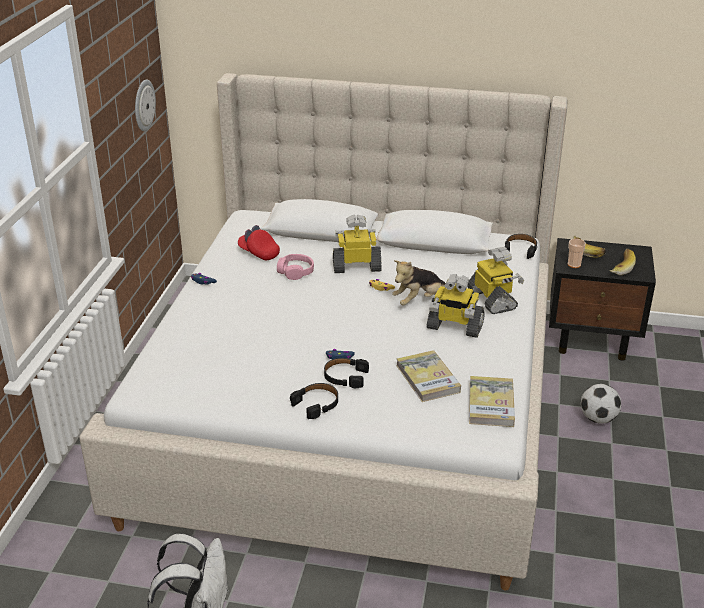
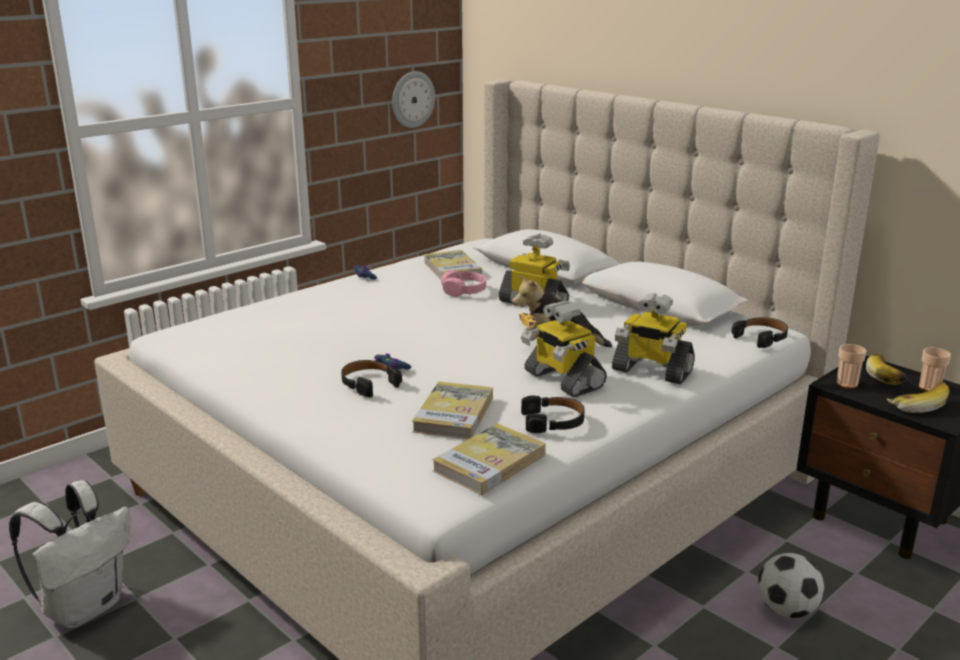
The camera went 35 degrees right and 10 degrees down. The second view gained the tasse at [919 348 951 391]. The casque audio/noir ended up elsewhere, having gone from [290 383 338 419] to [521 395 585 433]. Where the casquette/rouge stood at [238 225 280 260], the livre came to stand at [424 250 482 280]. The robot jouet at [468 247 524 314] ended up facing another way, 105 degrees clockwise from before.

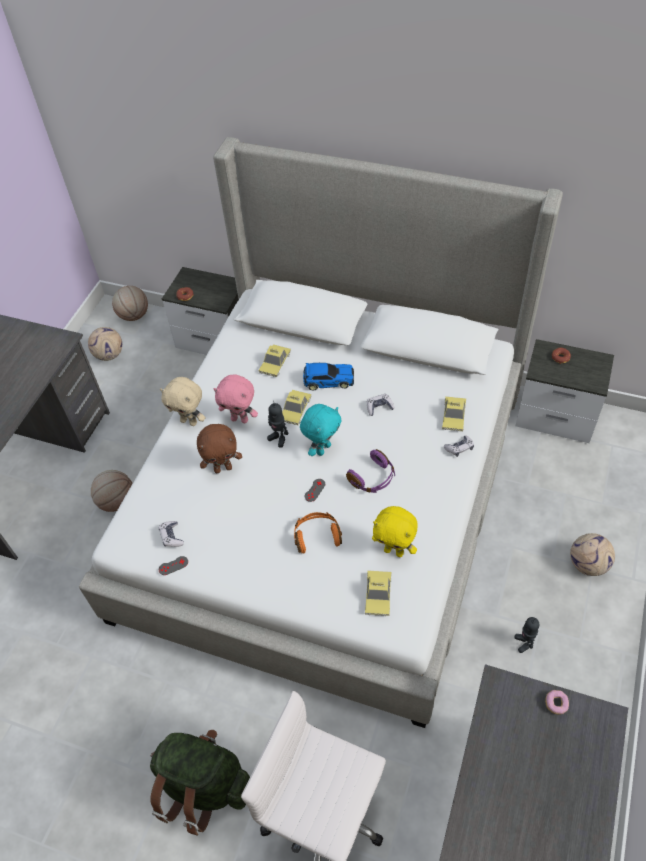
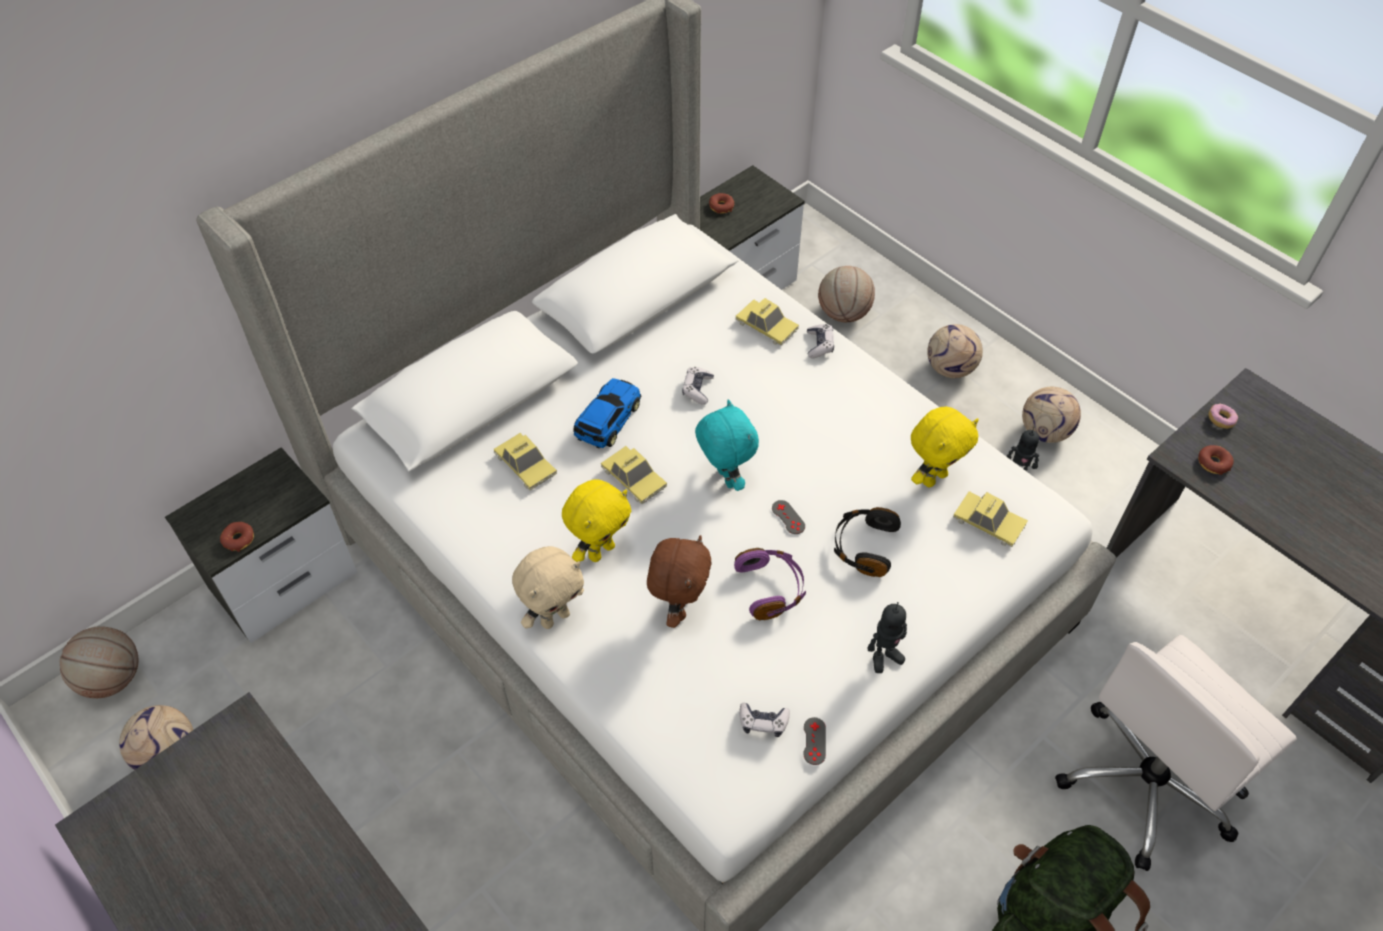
The camera went 65 degrees left and 0 degrees up. The second view gained the ballon de foot at [1022 387 1081 443]. The second view gained the beignet at [1198 445 1234 475]. The ballon de basket ended up elsewhere, having gone from [91 470 133 512] to [818 266 875 322]. The robot jouet ended up elsewhere, having gone from [267 401 288 448] to [868 602 907 673]. The casque audio/violet ended up elsewhere, having gone from [346 449 395 493] to [734 548 806 620]. What was the peluche/rose at [213 374 258 423] turned into the peluche/jaune at [562 479 631 562]. What was the casque audio/orange at [294 512 342 554] turned into the casque audio/noir at [834 507 901 577].

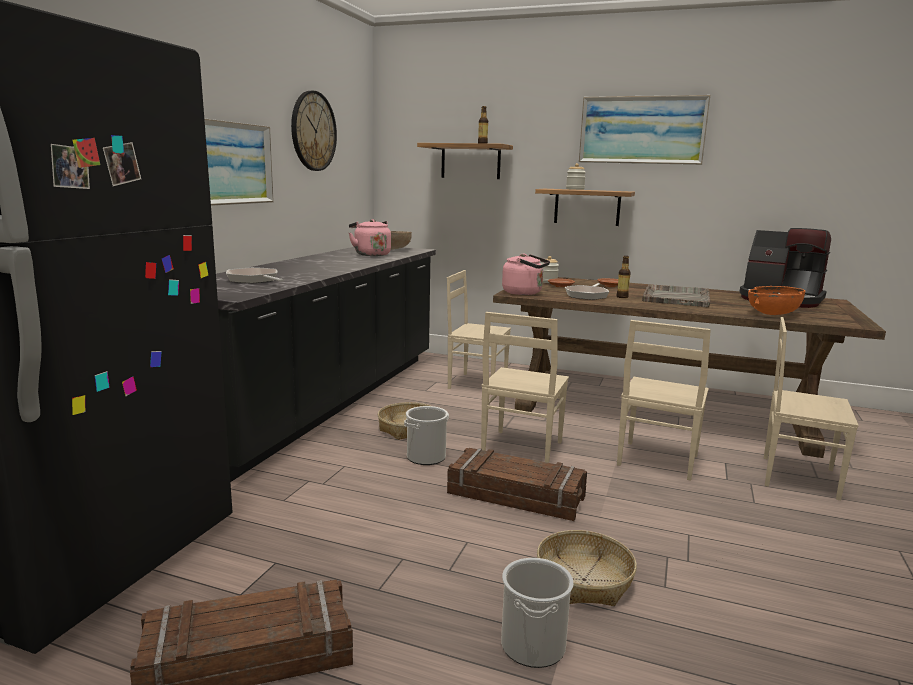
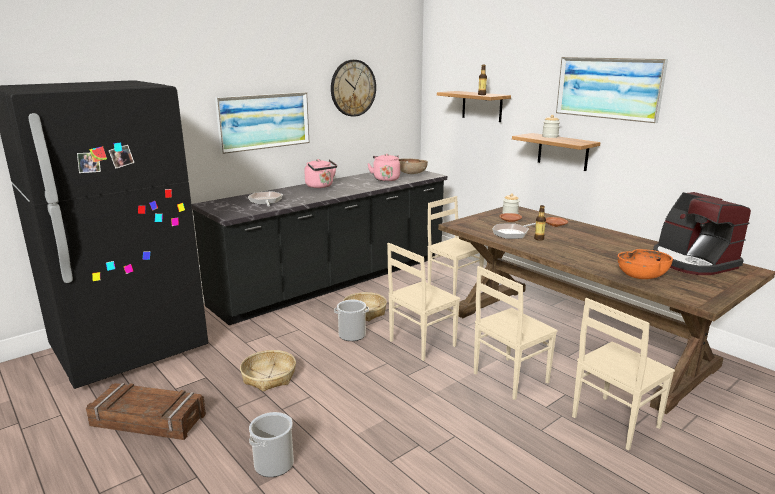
The camera went 30 degrees right and 5 degrees up. The second view lost the caisse at [447 448 587 521]. The second view lost the plateau/gris at [642 284 710 307]. The bouilloire/rose ended up elsewhere, having gone from [502 254 550 295] to [304 159 337 188]. The panier ended up elsewhere, having gone from [537 530 637 606] to [240 350 296 391]. The chaise/beige at [764 317 859 501] ended up facing another way, 90 degrees counterclockwise from before.

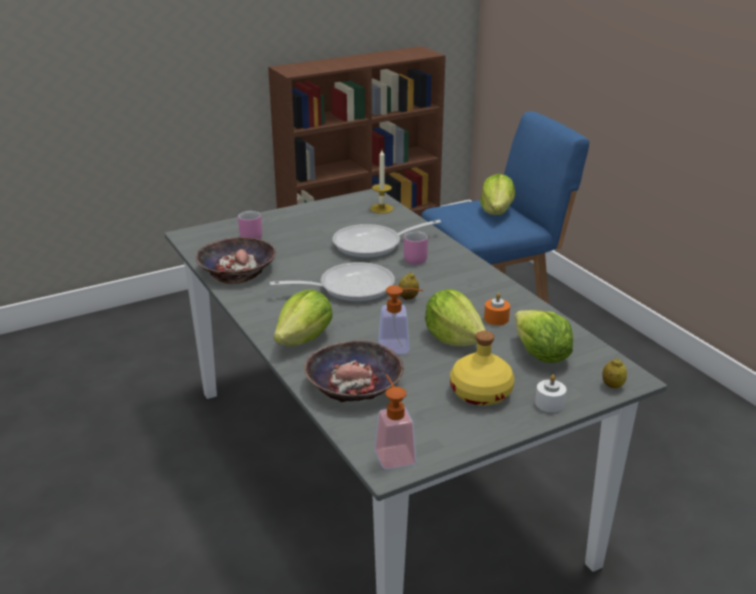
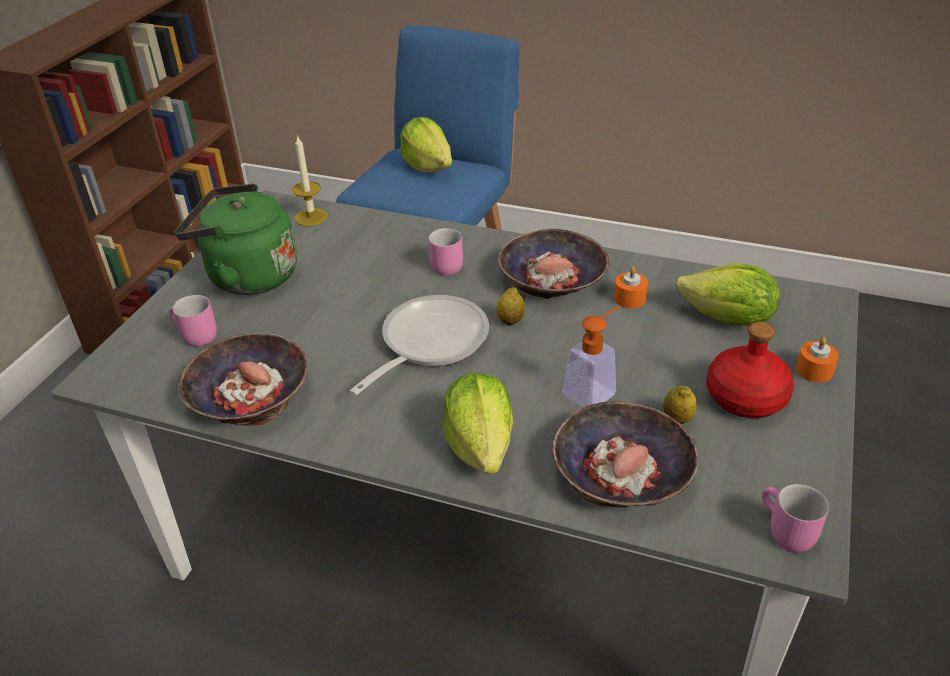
The camera went 40 degrees left and 10 degrees up. The second view lost the poêle at [332 220 441 258]. The second view lost the laitue at [425 289 486 346]. The second view gained the bouilloire/vert at [175 184 297 295]. The second view gained the bol at [498 228 609 299]. The citron ended up elsewhere, having gone from [602 359 627 388] to [663 386 697 424]. Where the distributeur de savon stood at [375 374 416 469], the mug/rose came to stand at [762 484 829 552]. What was the bouteille/jaune at [450 331 514 405] turned into the bouteille/rouge at [706 322 794 418]. What was the bougie/blanc at [535 375 566 412] turned into the bougie/orange at [796 337 839 383].

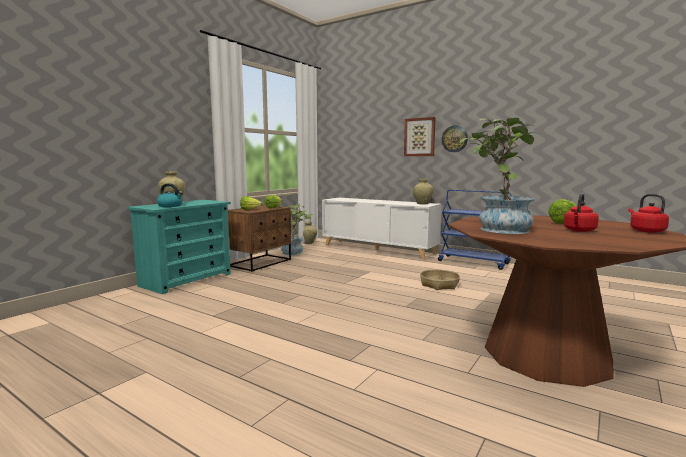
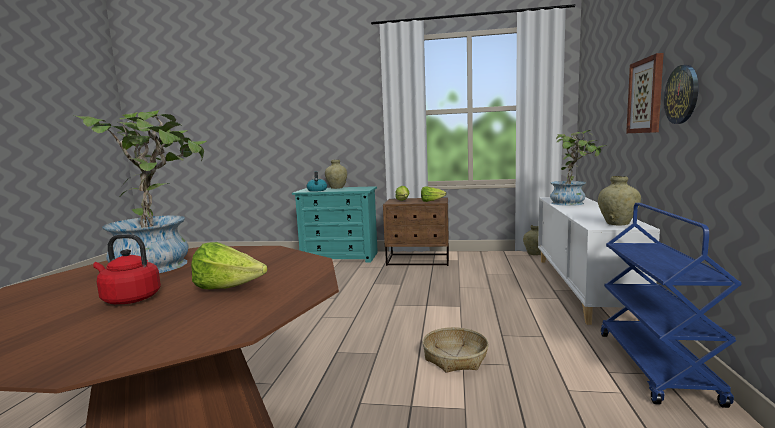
The camera went 65 degrees right and 0 degrees up. The second view lost the bouilloire/rouge at [628 194 669 233]. The plante en pot ended up elsewhere, having gone from [278 204 313 255] to [550 130 603 206].

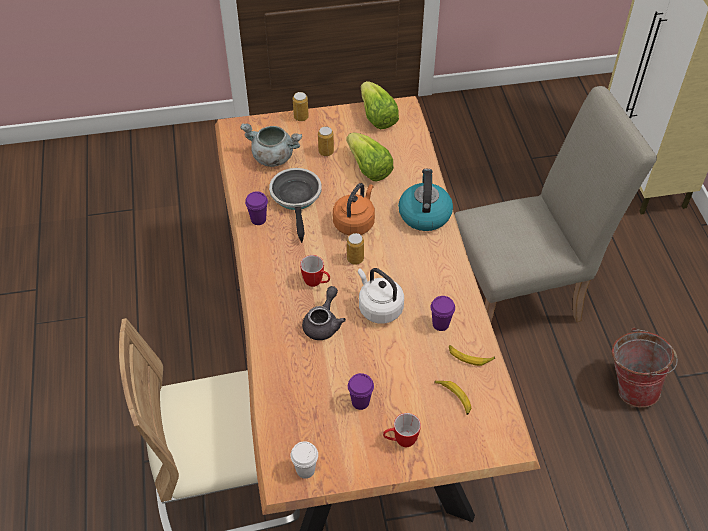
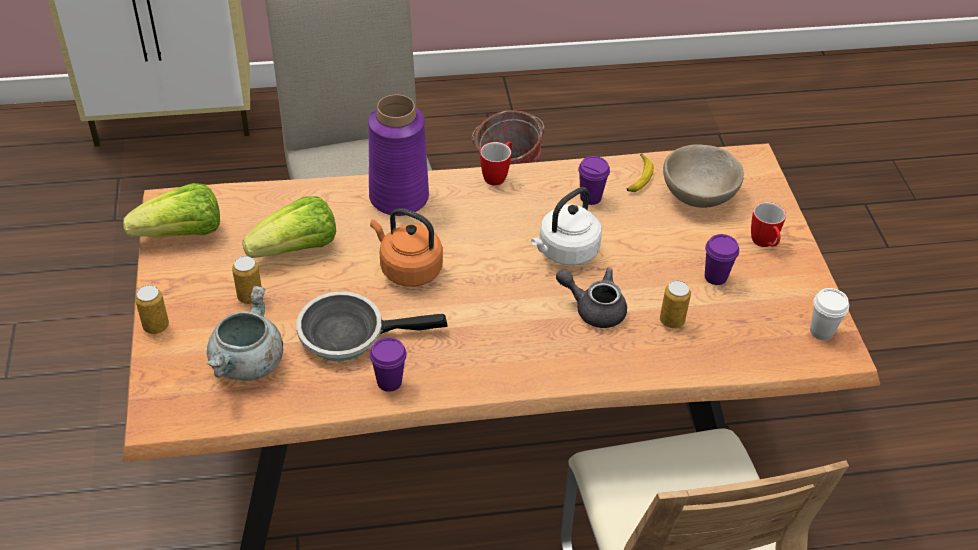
The camera went 90 degrees left and 5 degrees down. The mug ended up elsewhere, having gone from [300 255 330 287] to [480 142 512 186]. The boîte métallique ended up elsewhere, having gone from [347 233 364 265] to [660 280 691 328]. Where the bouilloire stood at [398 169 453 231], the vase/violet came to stand at [368 95 429 216]. Where the banane stood at [434 381 471 415], the bol/beige came to stand at [663 144 744 208].

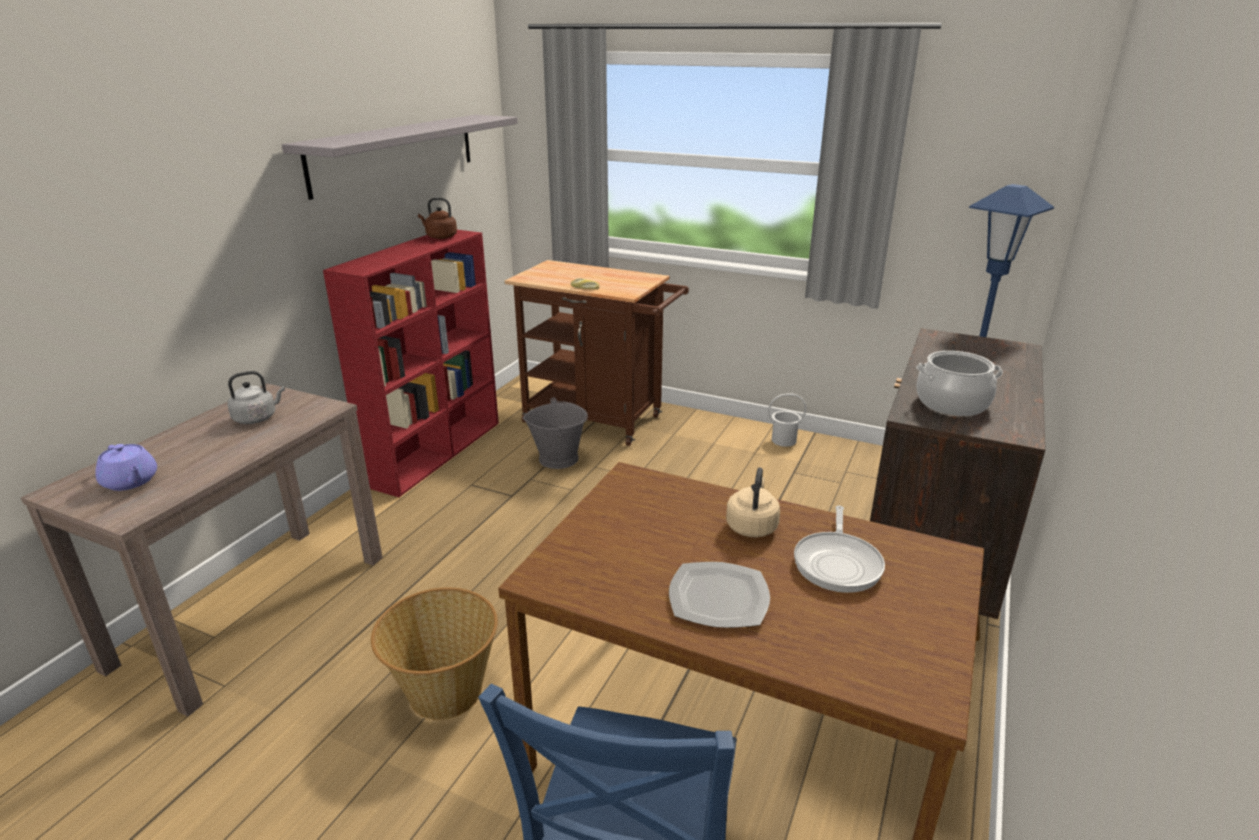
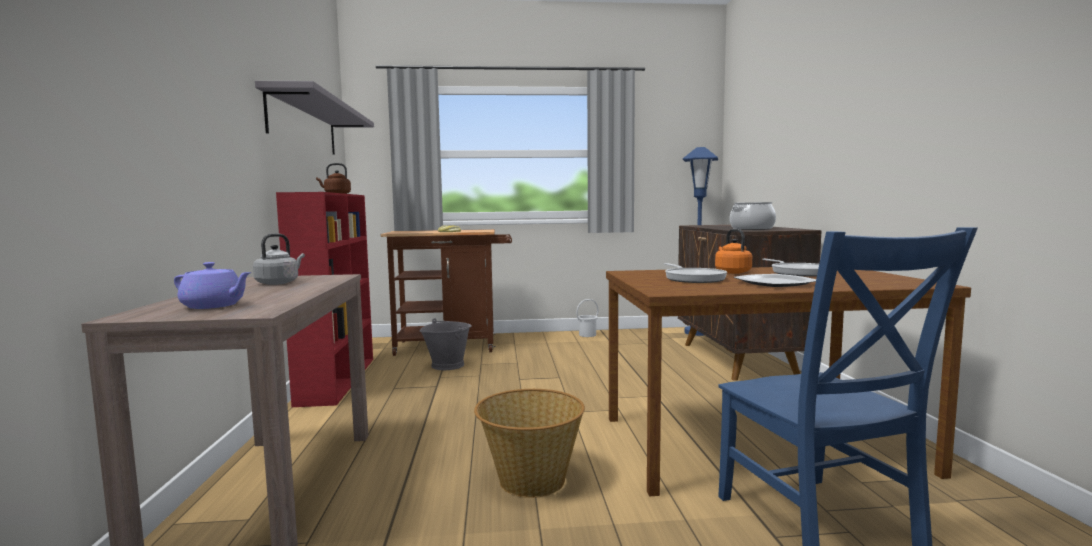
The camera went 30 degrees left and 20 degrees down. The second view gained the poêle at [664 263 727 283]. What was the bouilloire/beige at [726 468 780 537] turned into the bouilloire/orange at [715 229 752 274].

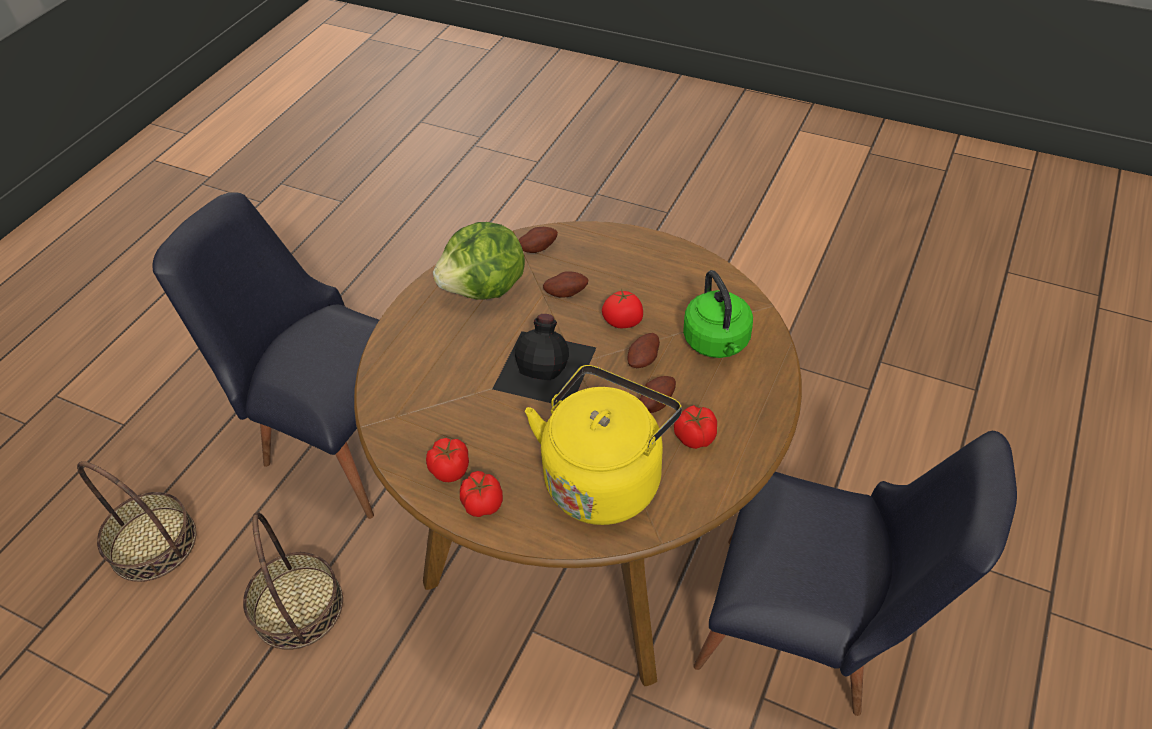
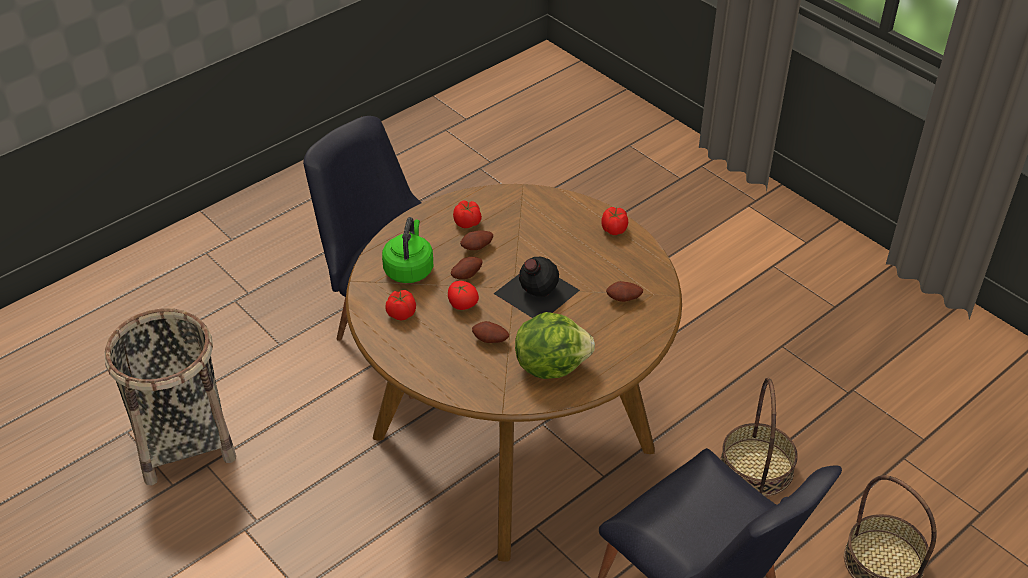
The camera went 160 degrees left and 5 degrees down. The second view lost the bouilloire/jaune at [525 365 682 525]. The second view gained the panier at [105 308 236 485]. The tomate ended up elsewhere, having gone from [426 438 469 482] to [386 290 416 320]. The pomme de terre ended up elsewhere, having gone from [519 227 558 253] to [606 281 643 302].

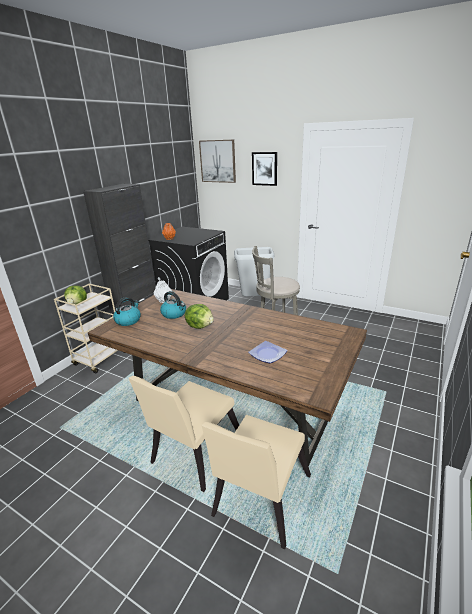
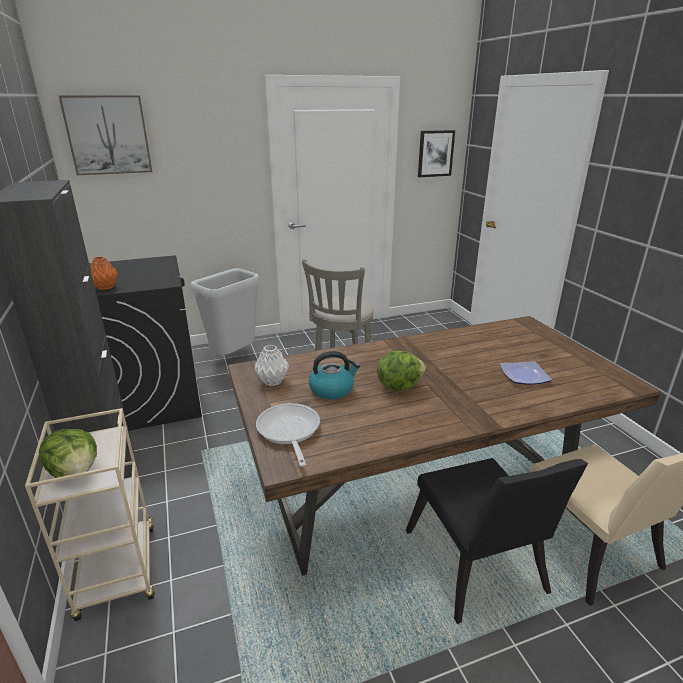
The camera went 50 degrees left and 0 degrees up. The tableau ended up elsewhere, having gone from [252 152 277 186] to [418 130 455 177]. Where the bouilloire stood at [113 297 141 326], the poêle came to stand at [256 403 320 467]. What was the chaise/beige at [128 376 239 492] turned into the chaise/noir at [406 458 588 624].

